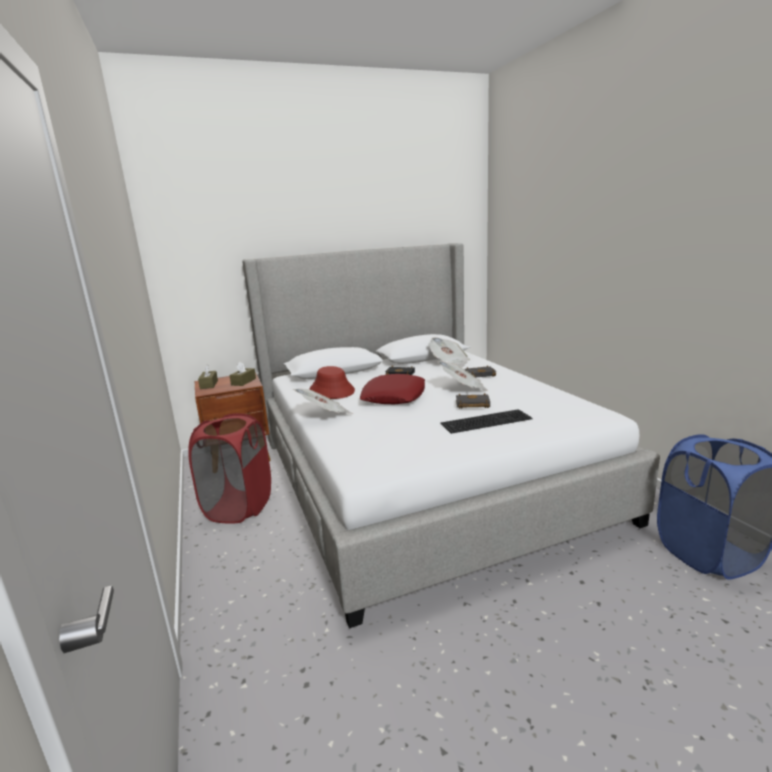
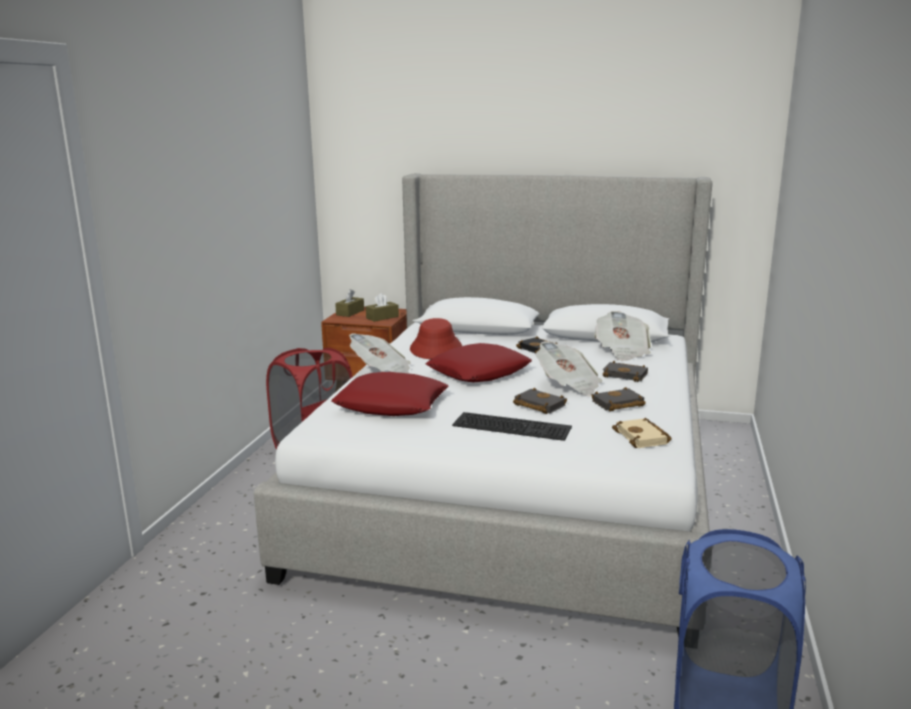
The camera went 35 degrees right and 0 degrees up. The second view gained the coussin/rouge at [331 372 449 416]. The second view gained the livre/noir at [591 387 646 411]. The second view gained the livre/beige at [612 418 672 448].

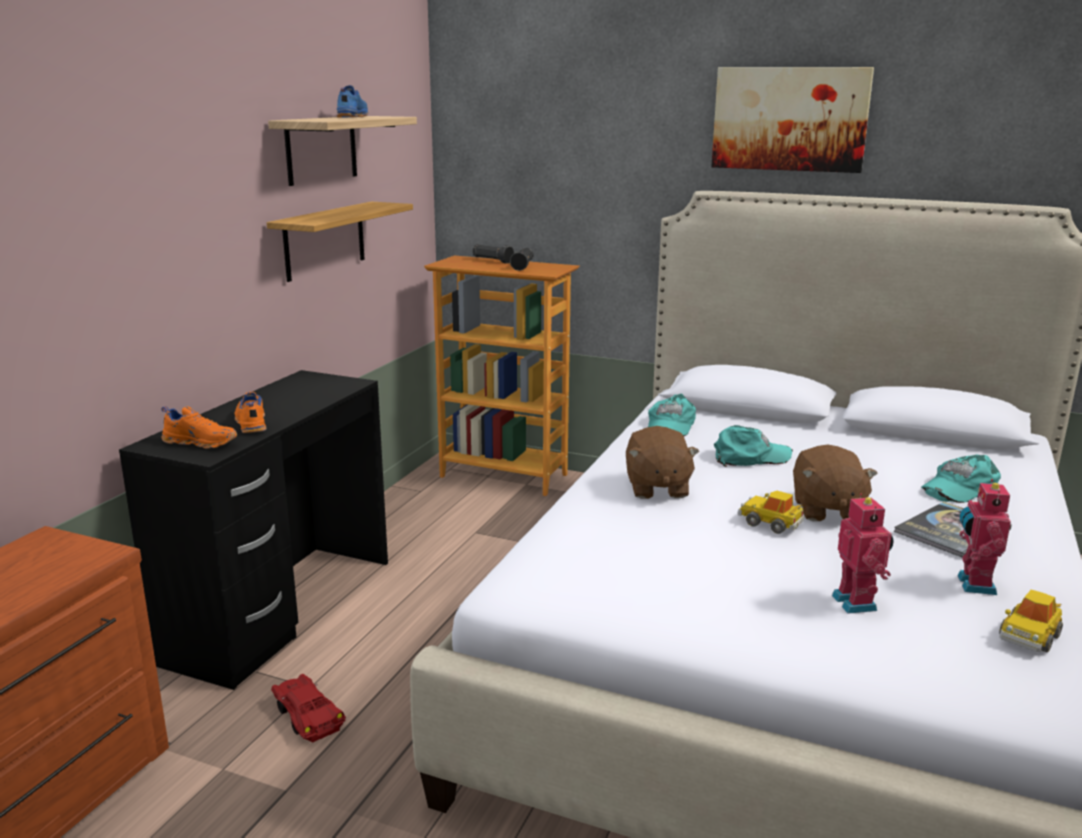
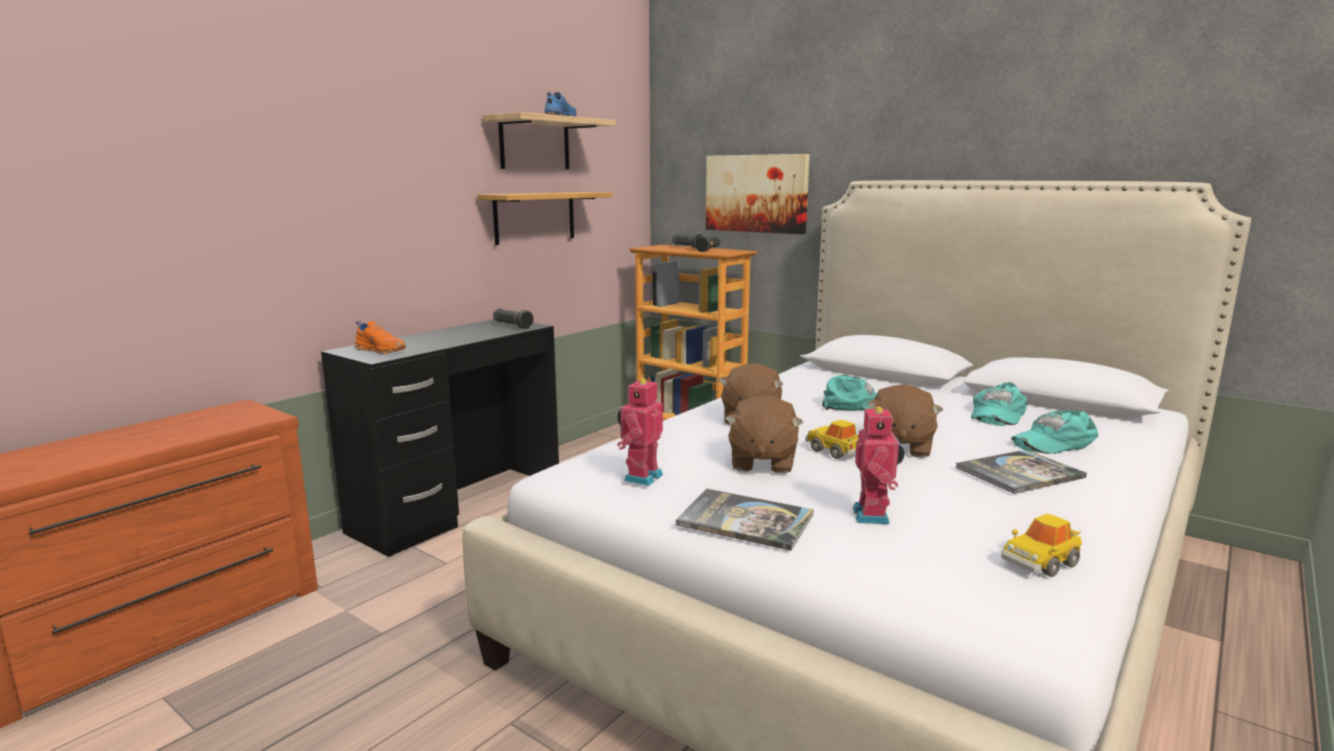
The camera went 15 degrees right and 5 degrees down. The second view lost the chaussure/orange at [234 392 267 433]. The second view lost the petite voiture/rouge at [271 674 346 742]. The second view gained the lampe de poche/noir at [493 309 534 329]. The second view gained the livre at [676 489 814 551]. The second view gained the peluche/marron at [725 395 803 474]. The casquette/turquoise ended up elsewhere, having gone from [648 394 696 436] to [971 382 1027 426]. The tableau ended up elsewhere, having gone from [711 67 874 173] to [706 154 810 234]. The robot jouet ended up elsewhere, having gone from [957 479 1011 595] to [617 377 663 486].

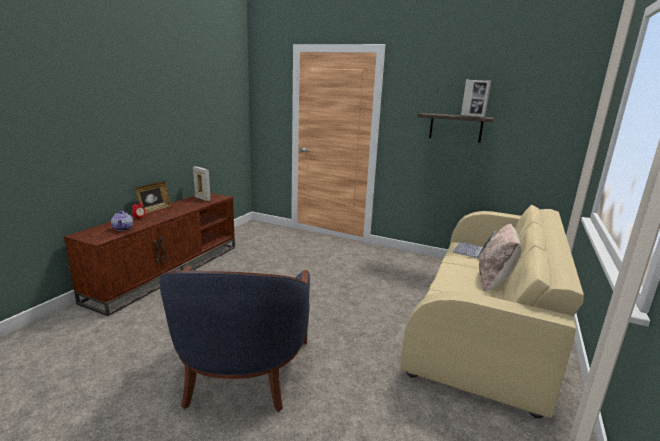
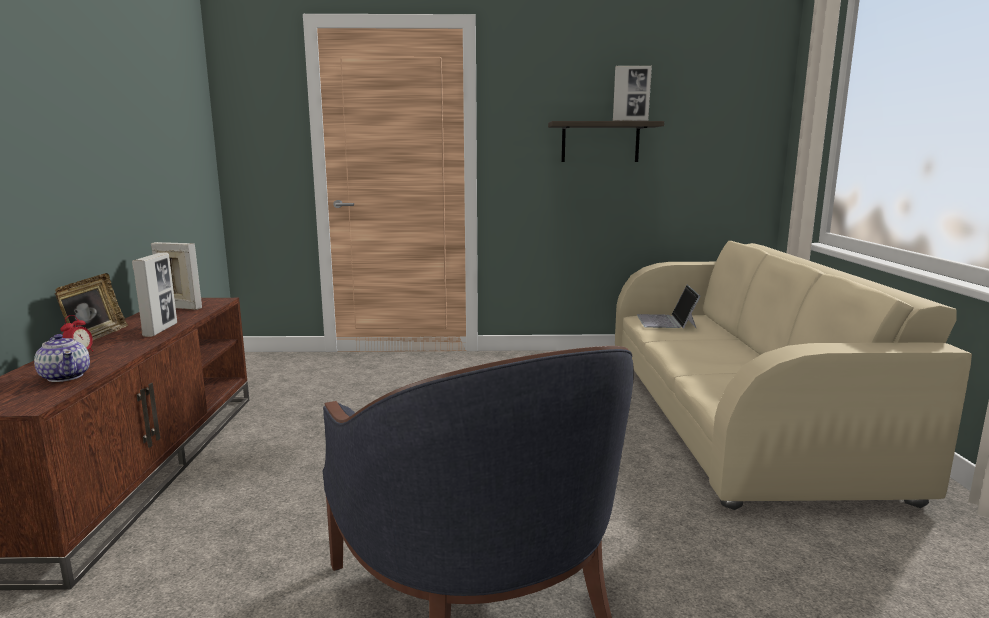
The camera went 25 degrees left and 5 degrees down. The second view lost the coussin/beige at [479 224 522 291]. The second view gained the cadre photo at [132 253 177 337].

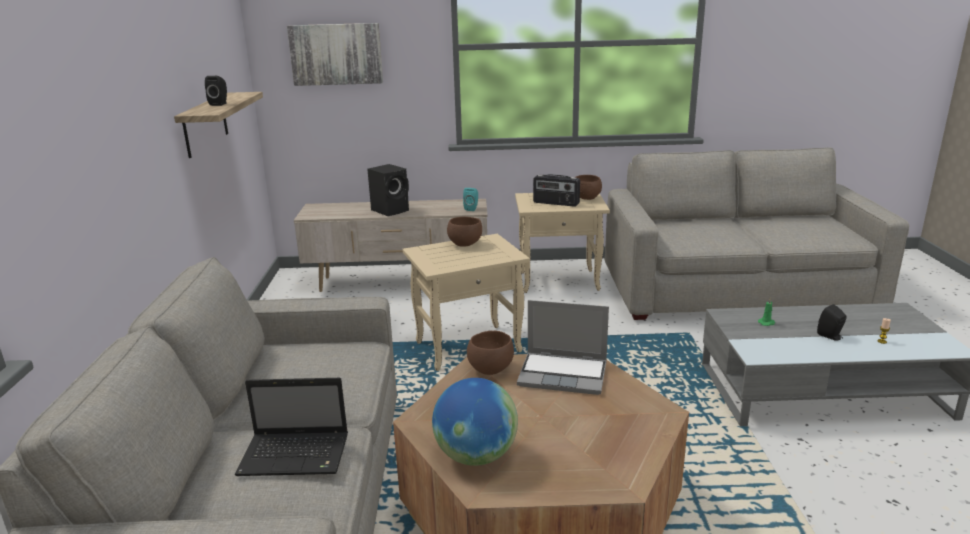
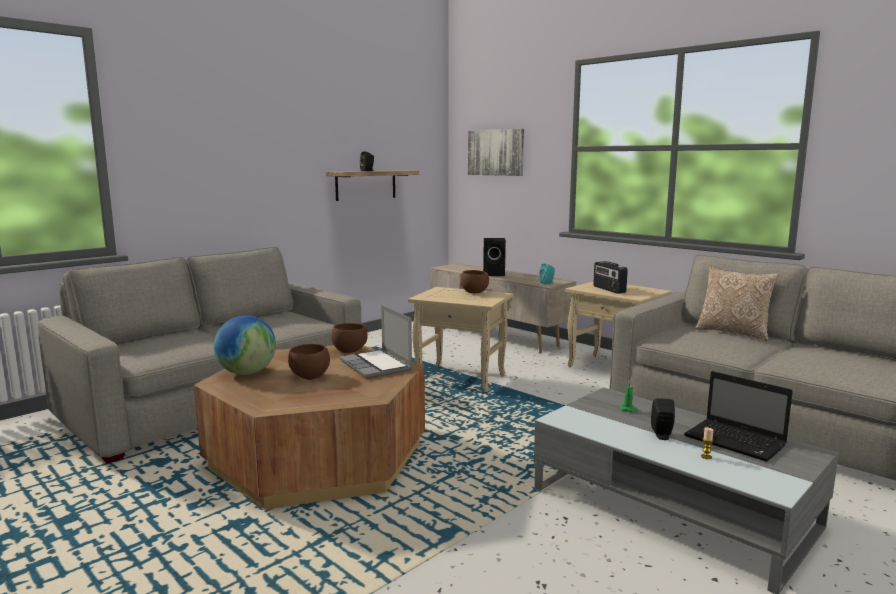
The camera went 45 degrees right and 10 degrees down. The second view gained the coussin at [695 266 780 341]. The ordinateur portable ended up elsewhere, having gone from [235 378 348 476] to [684 371 793 462]. The bol/marron ended up elsewhere, having gone from [575 175 602 200] to [288 344 330 380].

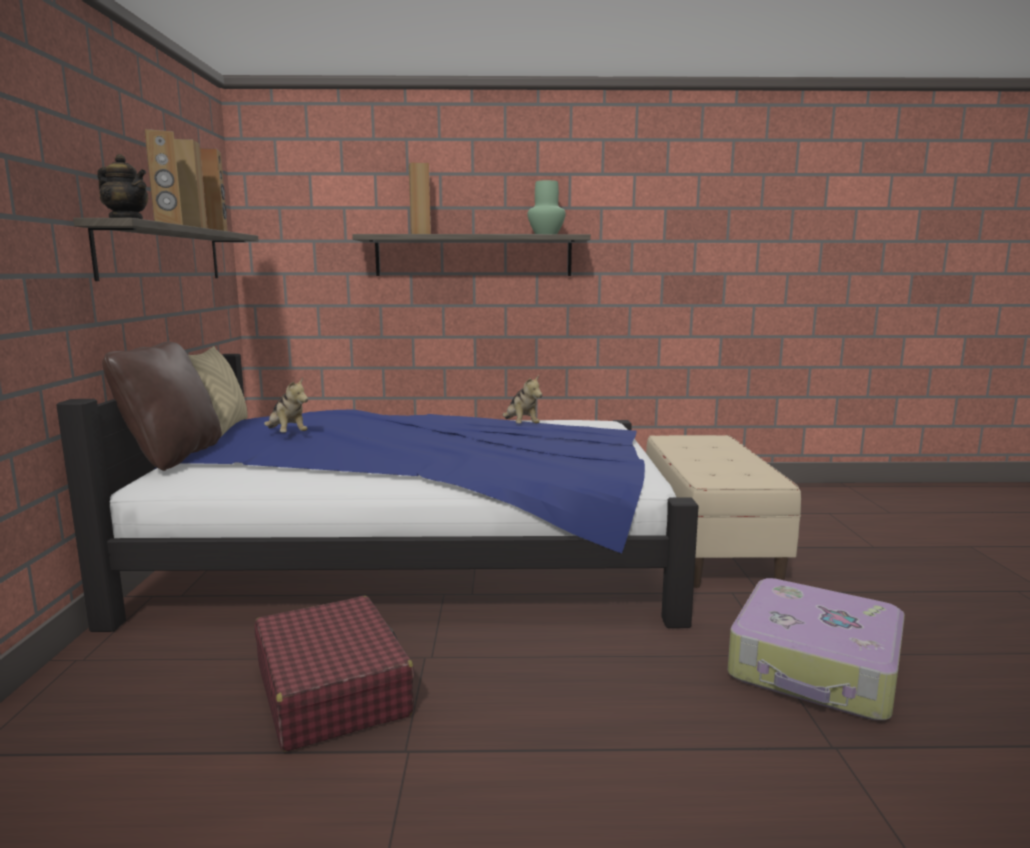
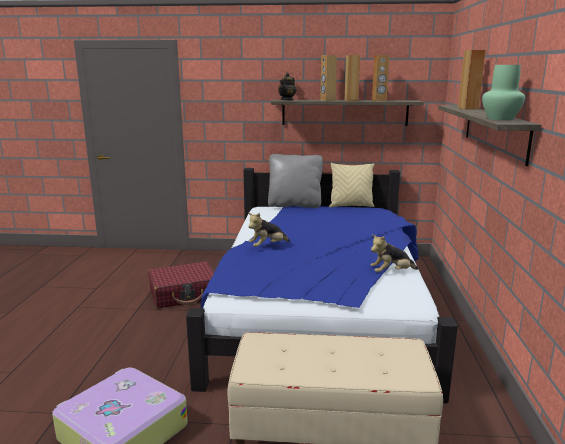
The camera went 95 degrees right and 5 degrees up. The peluche ended up elsewhere, having gone from [264 377 308 433] to [248 213 290 247]. What was the coussin/marron at [102 342 222 471] turned into the coussin/gris at [268 154 323 208].

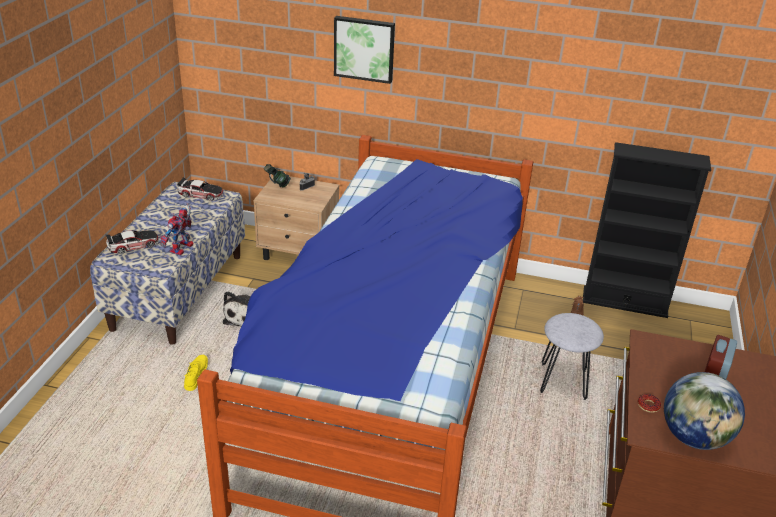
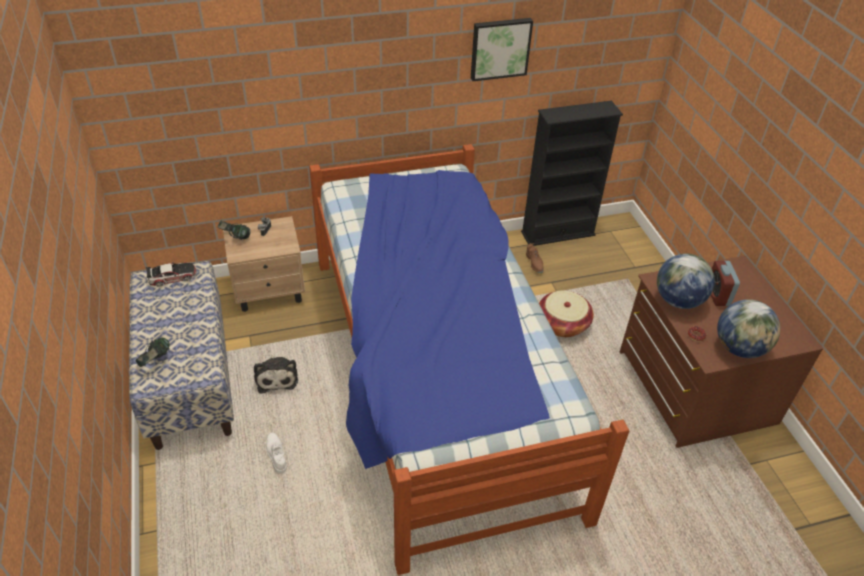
The camera went 30 degrees left and 10 degrees up. The second view lost the robot jouet at [160 203 193 255]. The second view gained the globe at [657 253 715 309]. The tableau ended up elsewhere, having gone from [334 16 395 84] to [471 18 533 81]. Where the petite voiture stood at [106 230 159 254], the casque audio came to stand at [135 338 170 367]. Where the tabouret/gris stood at [540 313 604 400], the panier came to stand at [539 291 594 337]. What was the chaussure/jaune at [184 355 208 391] turned into the chaussure/blanc at [266 433 287 473].

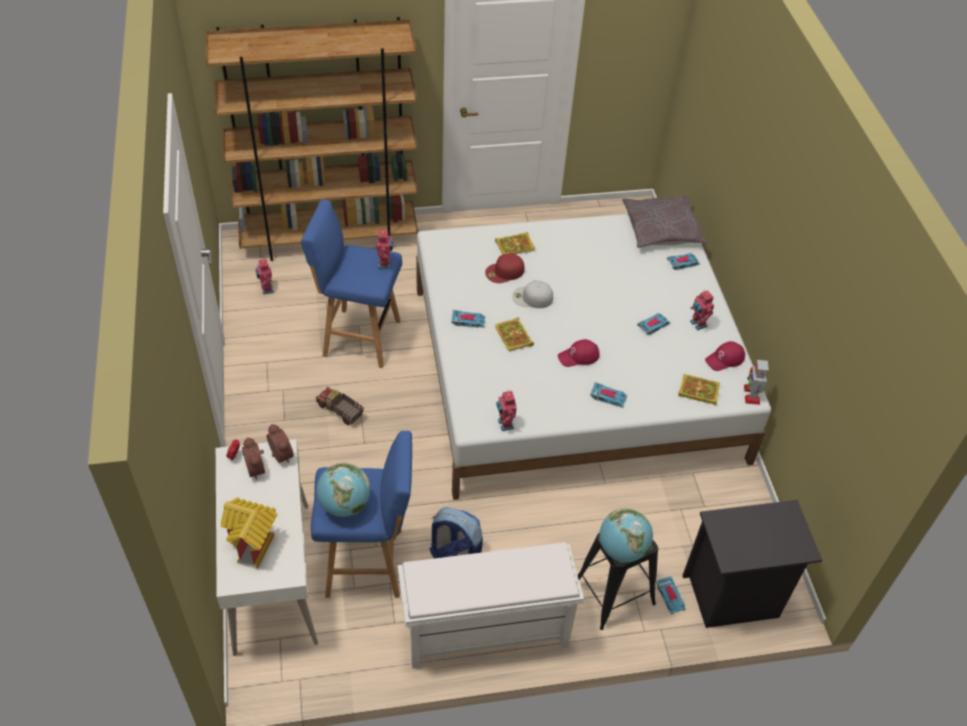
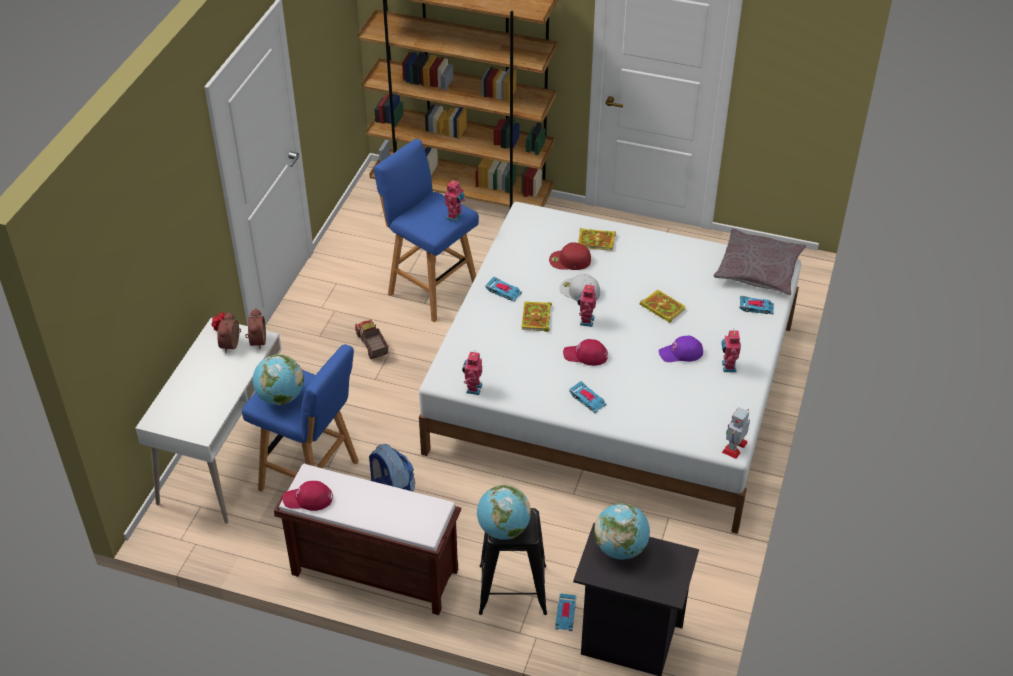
The camera went 30 degrees right and 5 degrees down. The second view lost the maison miniature at [221 498 278 569]. The second view gained the globe at [594 503 650 560]. The robot jouet ended up elsewhere, having gone from [256 258 274 295] to [578 284 596 327]. The livre ended up elsewhere, having gone from [678 374 720 406] to [640 290 686 323]. The casquette/rouge ended up elsewhere, having gone from [705 341 745 371] to [282 481 333 511]. Where the petite voiture stood at [637 313 671 335], the casquette/violet came to stand at [659 336 703 362]. What was the banc/blanc at [398 542 584 668] turned into the banc/marron at [274 464 461 615].

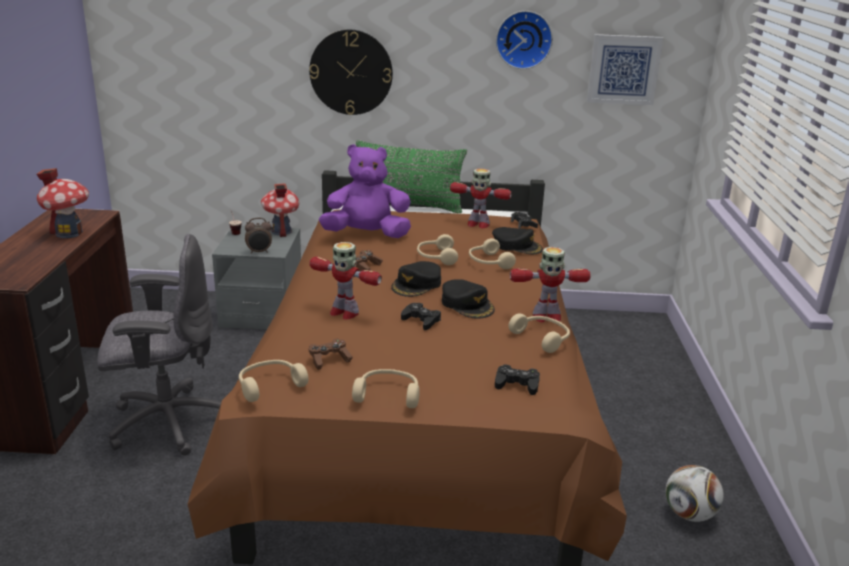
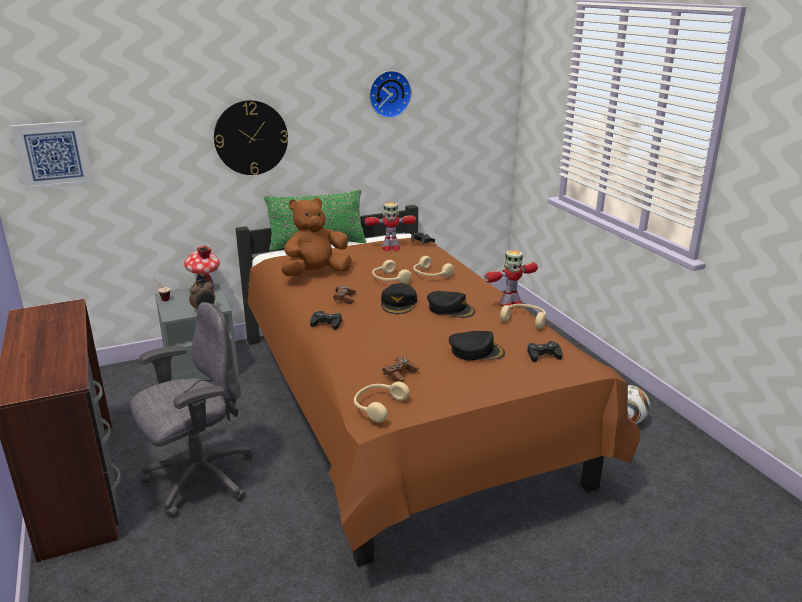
The camera went 25 degrees left and 0 degrees up. The second view lost the maison miniature at [36 168 89 238]. The second view lost the robot jouet at [309 242 382 320]. The second view lost the casque audio/beige at [352 369 420 408]. The manette/noir ended up elsewhere, having gone from [401 303 441 330] to [310 311 342 330]. The casquette/noir ended up elsewhere, having gone from [492 227 543 254] to [449 331 505 361]. The tableau ended up elsewhere, having gone from [587 34 663 105] to [10 121 94 191]. What was the peluche/violet at [319 144 411 238] turned into the peluche/marron at [281 197 352 276].

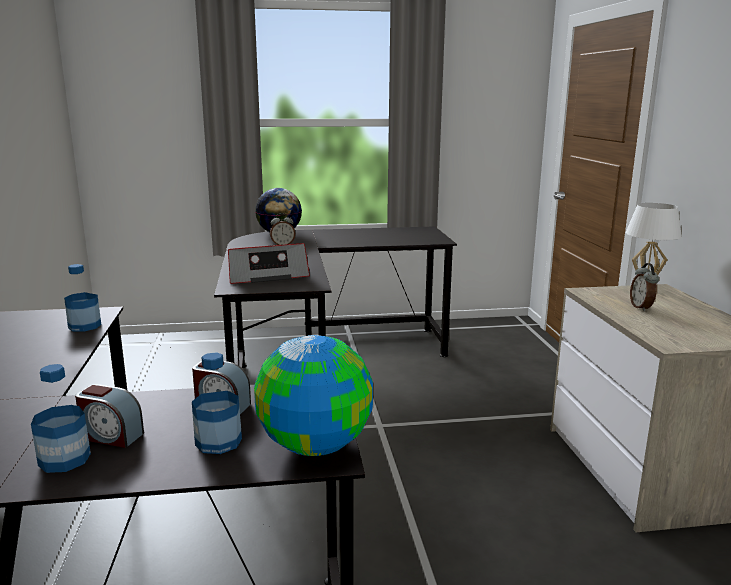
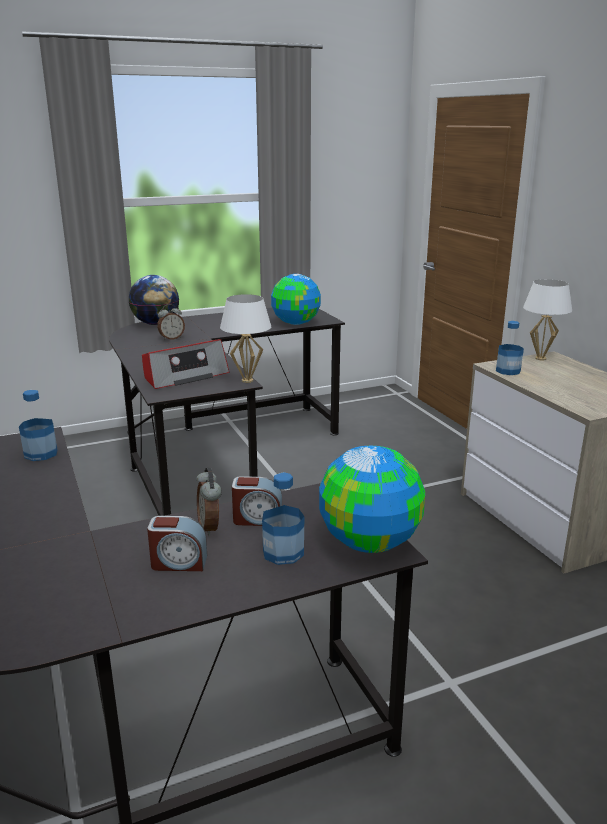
The camera went 15 degrees left and 5 degrees up. The second view gained the lampe de table/blanc at [220 294 271 383]. The second view gained the globe at [271 274 321 325]. The bouteille ended up elsewhere, having gone from [31 364 91 473] to [496 321 524 375]. The réveil ended up elsewhere, having gone from [630 263 659 311] to [196 468 222 536].

